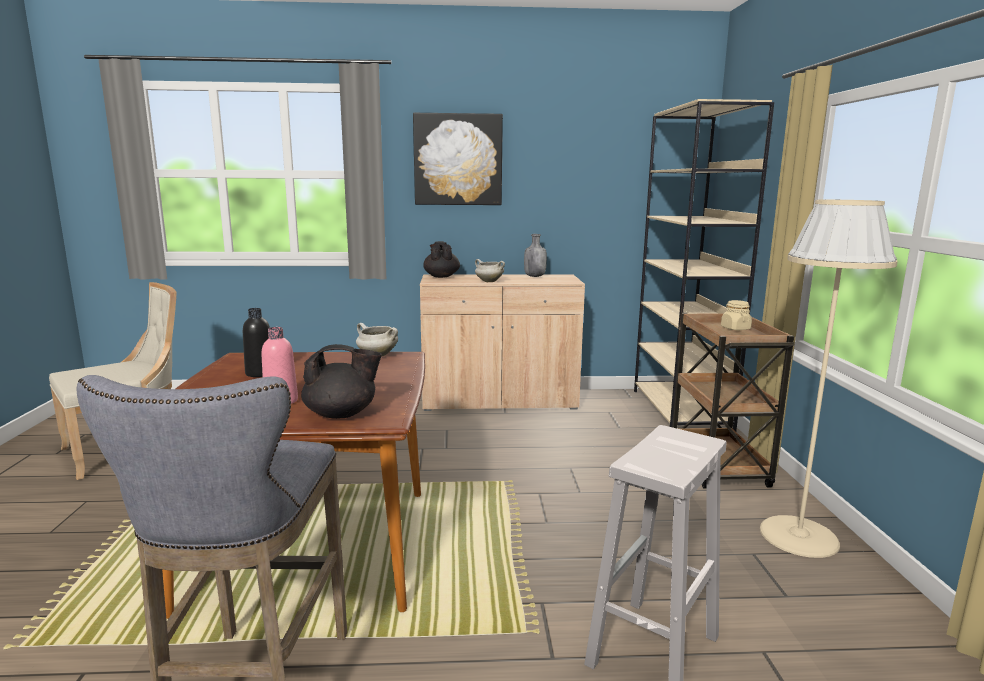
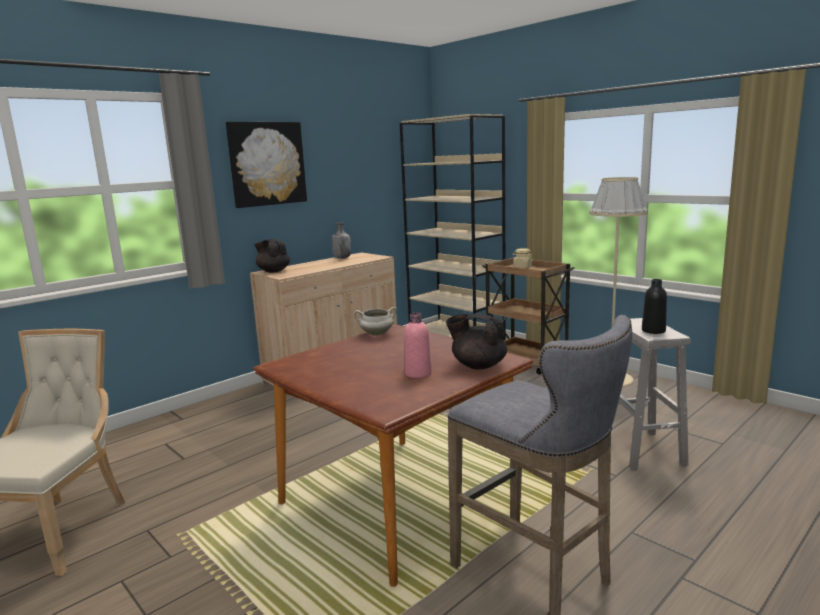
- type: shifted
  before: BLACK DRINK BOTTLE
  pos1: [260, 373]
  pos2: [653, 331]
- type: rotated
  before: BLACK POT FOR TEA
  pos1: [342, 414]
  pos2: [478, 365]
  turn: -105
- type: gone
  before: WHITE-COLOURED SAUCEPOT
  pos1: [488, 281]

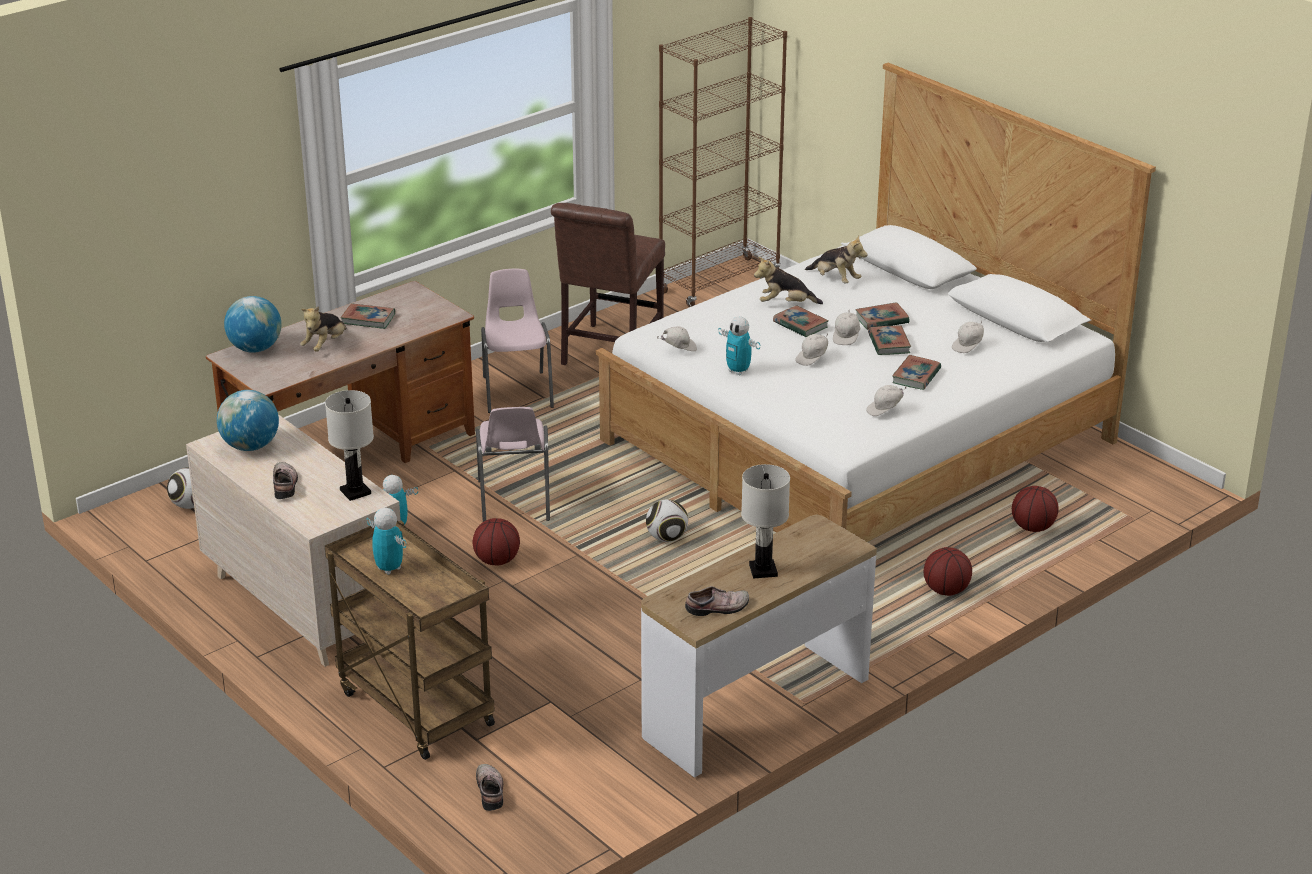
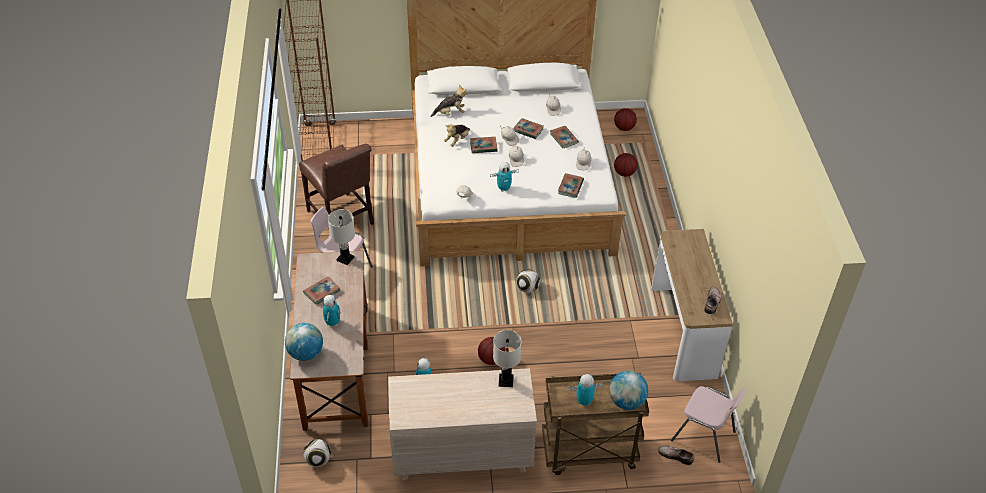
- type: shifted
  before: GLOBE
  pos1: [250, 446]
  pos2: [626, 401]
- type: gone
  before: LOW SHOE
  pos1: [286, 485]
- type: swapped
  before: CUDDLY TOY
  after: TOY ROBOT
  pos1: [325, 345]
  pos2: [332, 322]
- type: shifted
  before: PINK UPRIGHT CHAIR
  pos1: [514, 501]
  pos2: [704, 436]
- type: shifted
  before: WHITE-COLOURED TABLETOP LAMP
  pos1: [763, 570]
  pos2: [345, 258]
- type: shifted
  before: BOOK
  pos1: [881, 320]
  pos2: [570, 187]
- type: shifted
  before: BASKETBALL
  pos1: [946, 591]
  pos2: [624, 128]

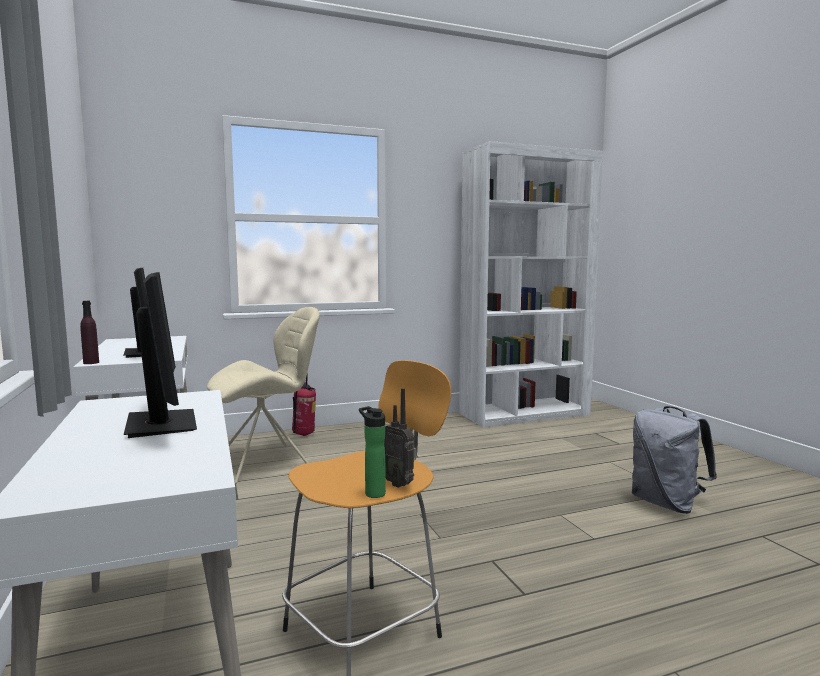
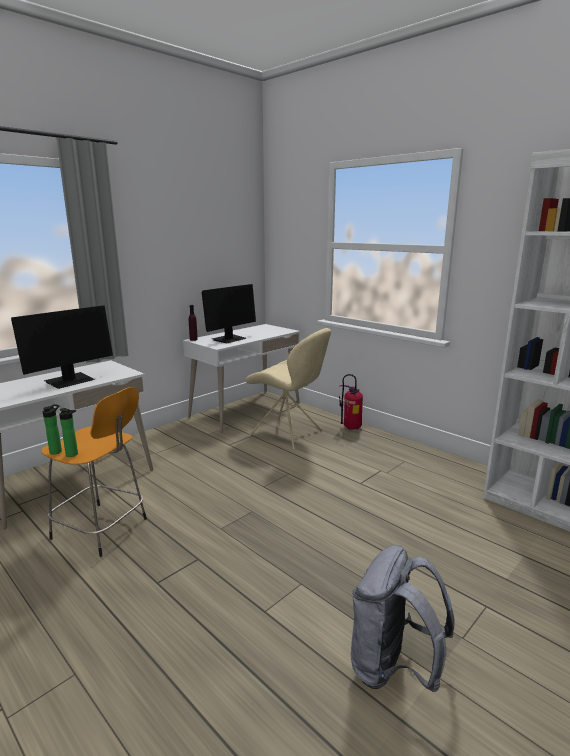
- type: swapped
  before: RADIO SET
  after: DRINK BOTTLE
  pos1: [399, 483]
  pos2: [73, 455]

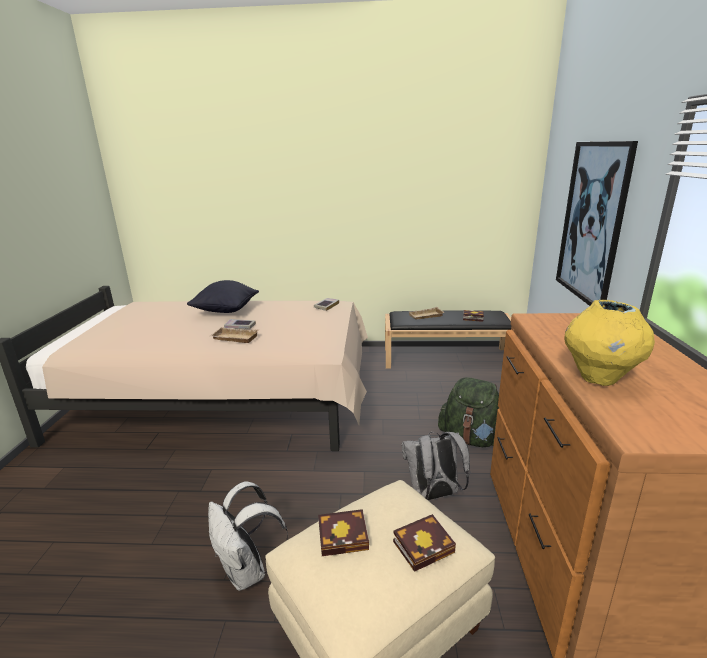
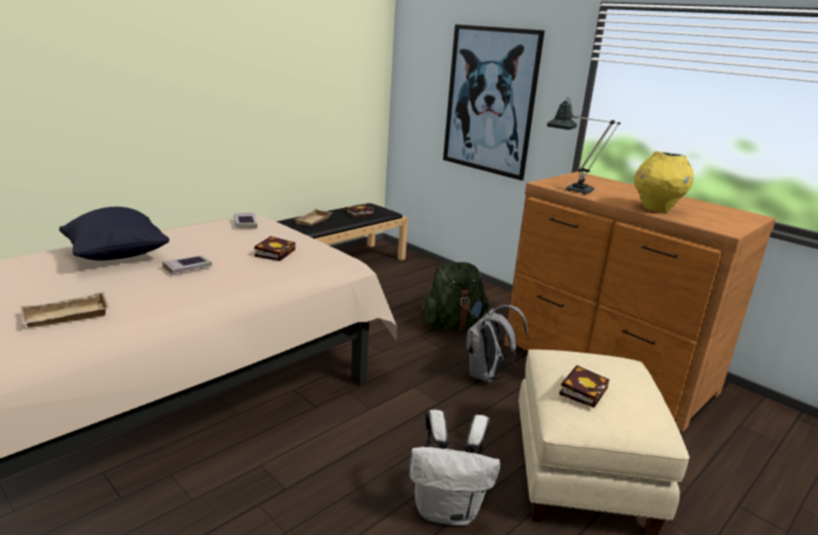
- type: shifted
  before: BEIGE-COLOURED TRAY
  pos1: [233, 338]
  pos2: [65, 317]
- type: shifted
  before: BOOK
  pos1: [425, 545]
  pos2: [275, 252]
- type: new
  after: TABLETOP LAMP
  pos2: [572, 189]

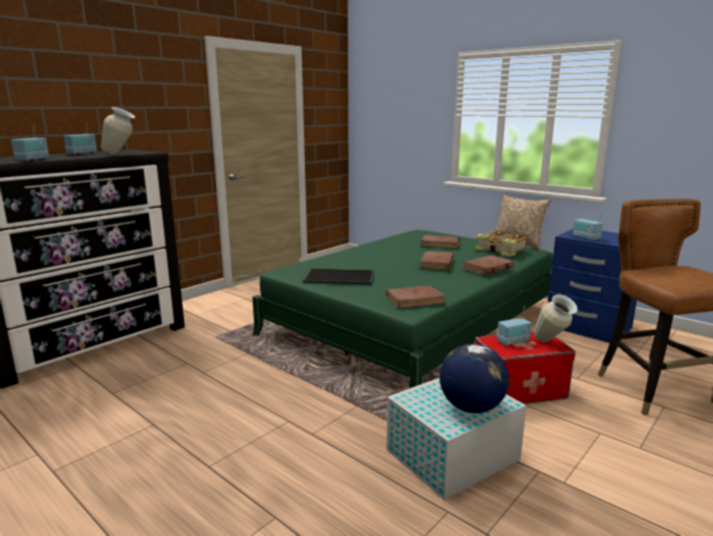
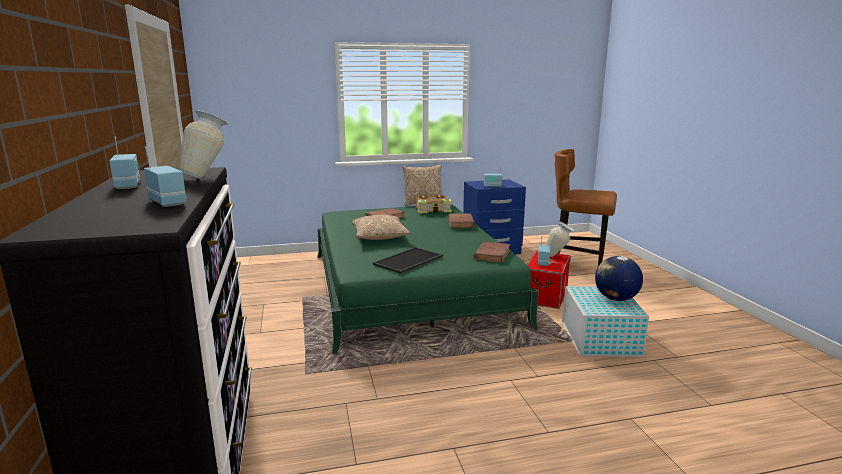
- type: gone
  before: BROWNISH BOOK
  pos1: [436, 263]
- type: new
  after: PILLOW
  pos2: [379, 237]

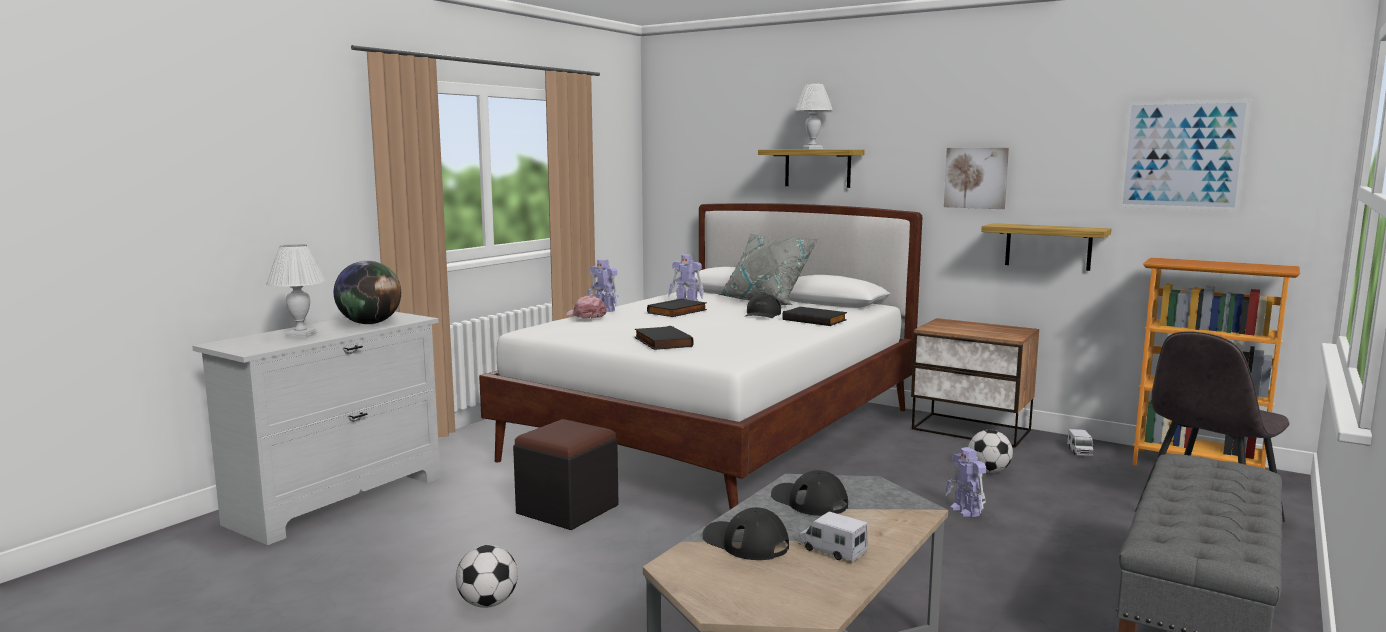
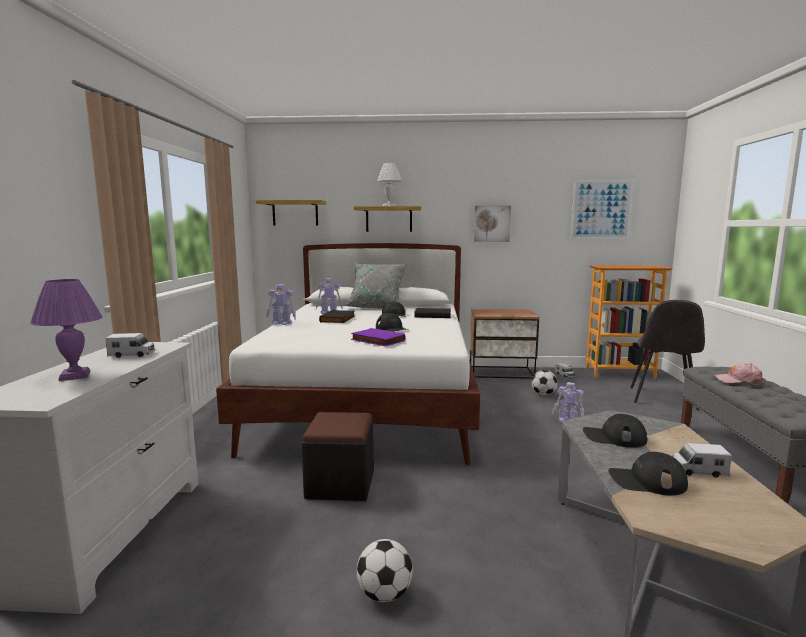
- type: repainted
  before: WHITE-COLOURED TABLETOP LAMP
  after: PURPLISH TABLETOP LAMP
  pos1: [300, 335]
  pos2: [74, 376]
- type: swapped
  before: GLOBE
  after: TOY TRUCK
  pos1: [370, 323]
  pos2: [132, 355]
- type: shifted
  before: PINK PEAKED CAP
  pos1: [586, 315]
  pos2: [739, 380]
- type: repainted
  before: BLACK BOOK
  after: PURPLISH BOOK
  pos1: [661, 342]
  pos2: [376, 340]
- type: shifted
  before: SHELF
  pos1: [1048, 246]
  pos2: [295, 213]
- type: new
  after: BLACK PEAKED CAP
  pos2: [391, 329]

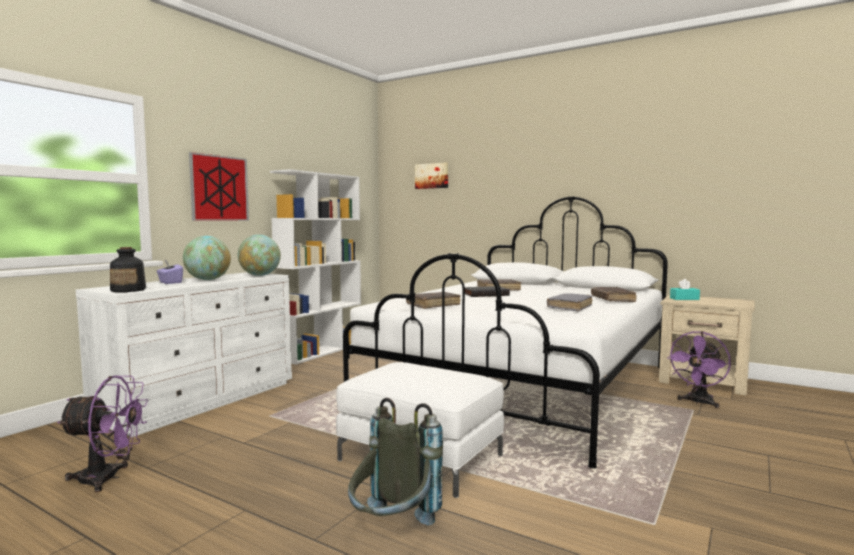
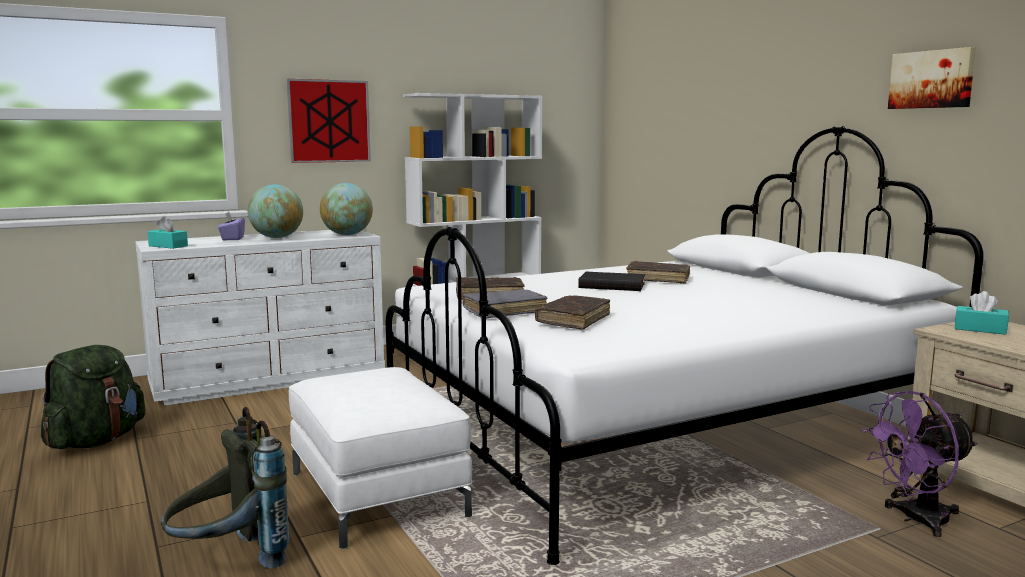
- type: swapped
  before: PURPLISH FAN
  after: GREEN-COLOURED BACKPACK
  pos1: [108, 478]
  pos2: [96, 441]
- type: swapped
  before: DRINK BOTTLE
  after: TURQUOISE TISSUE HOLDER
  pos1: [129, 290]
  pos2: [168, 246]
- type: shifted
  before: PICTURE
  pos1: [432, 176]
  pos2: [932, 79]
- type: shifted
  before: GREYISH BOOK
  pos1: [570, 307]
  pos2: [504, 311]
- type: shifted
  before: BROWNISH BOOK
  pos1: [612, 299]
  pos2: [573, 320]

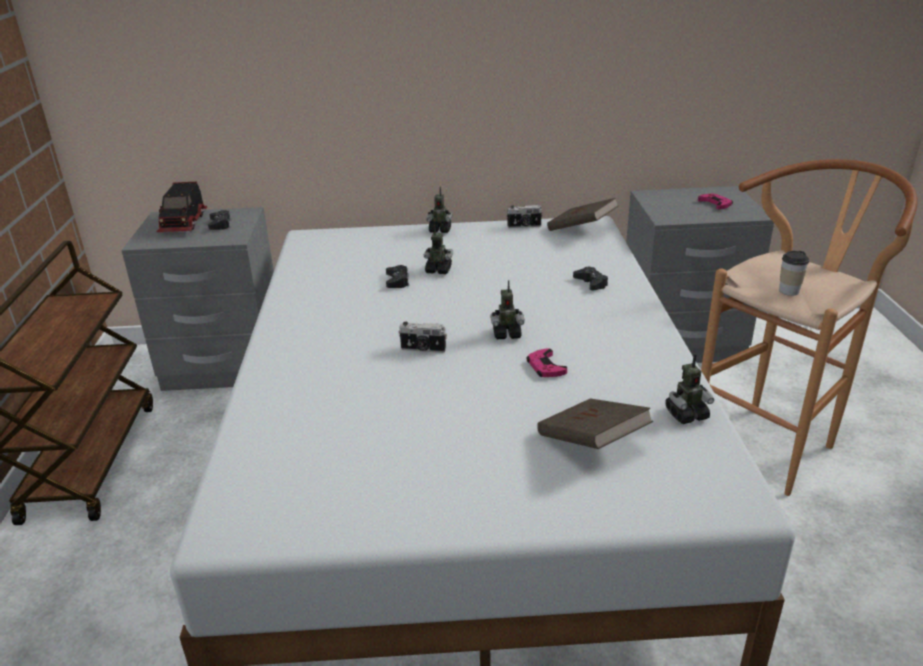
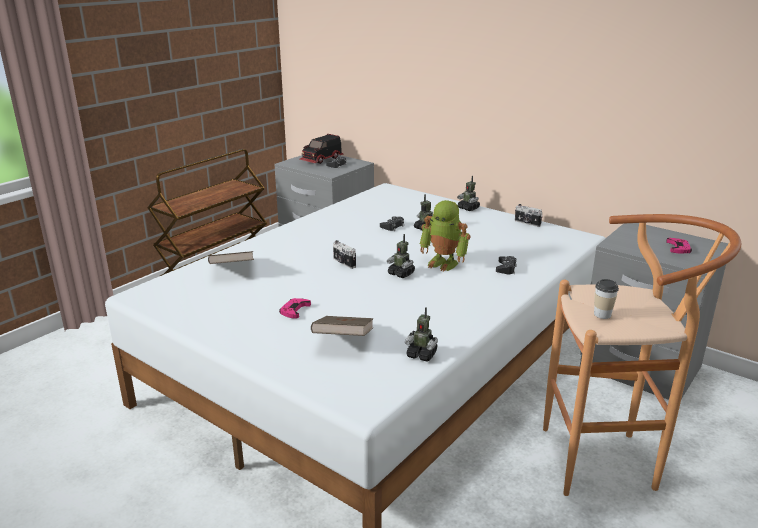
- type: shifted
  before: PINK GAMEPAD
  pos1: [545, 367]
  pos2: [294, 310]
- type: shifted
  before: BROWNISH BOOK
  pos1: [581, 229]
  pos2: [233, 270]
- type: new
  after: TOY ROBOT
  pos2: [444, 263]

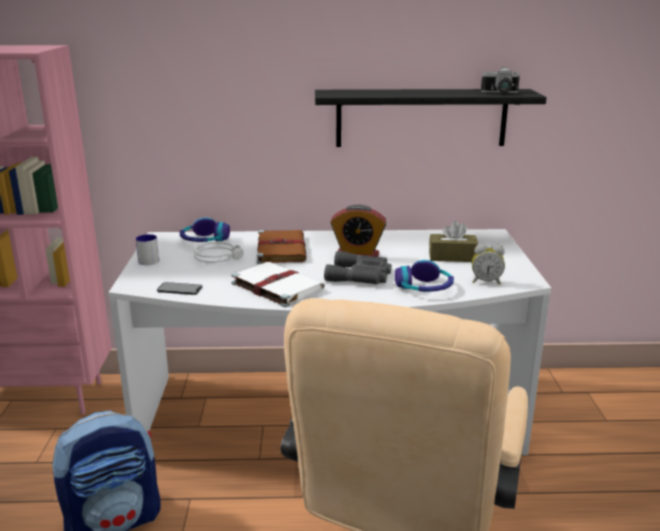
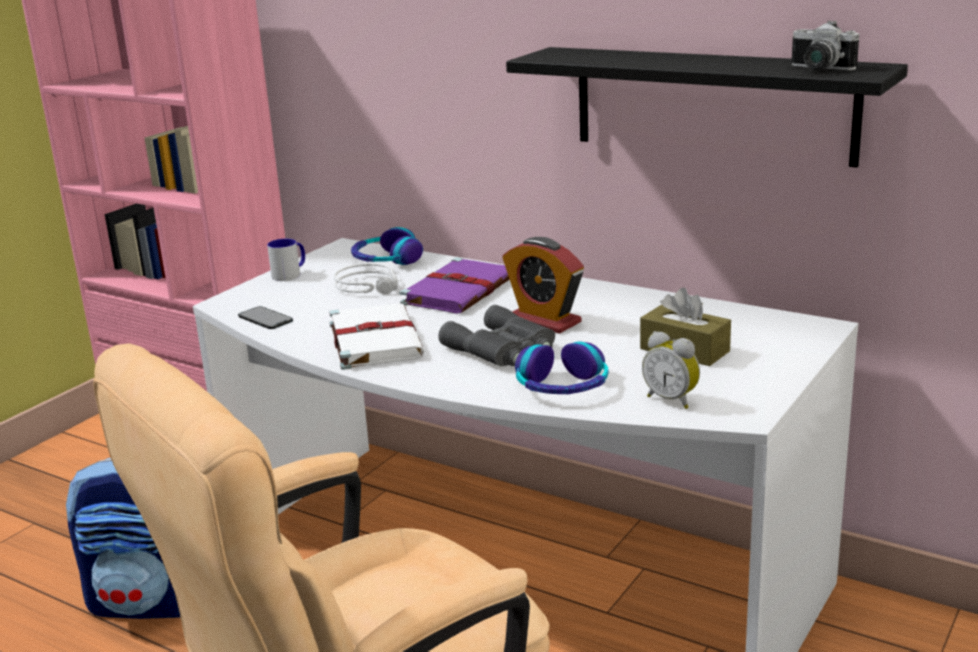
- type: repainted
  before: BROWNISH BOOK
  after: PURPLISH BOOK
  pos1: [281, 249]
  pos2: [460, 290]

